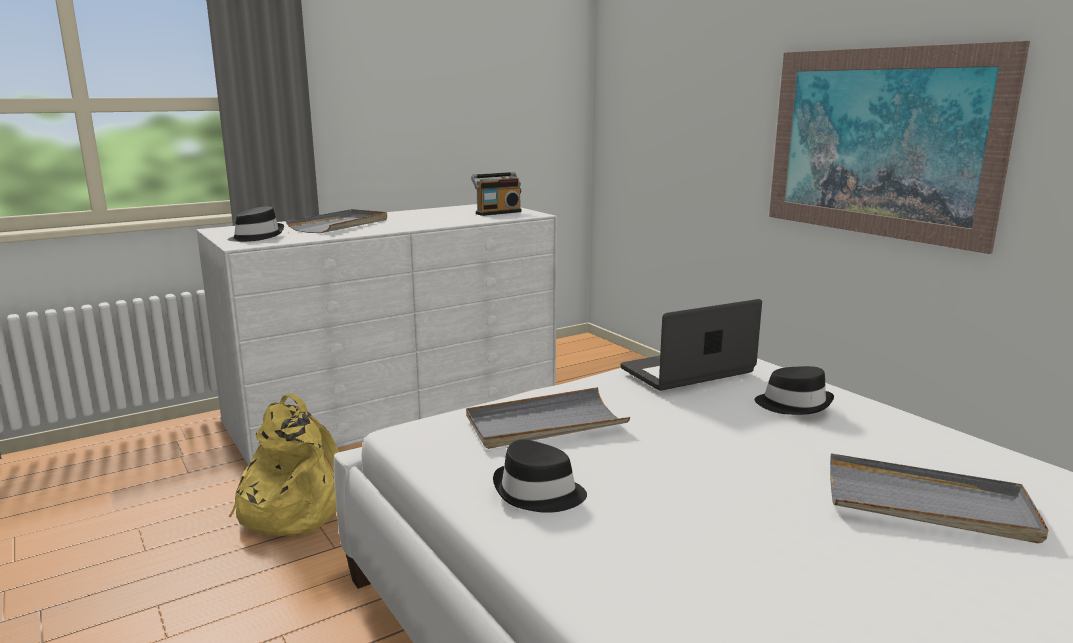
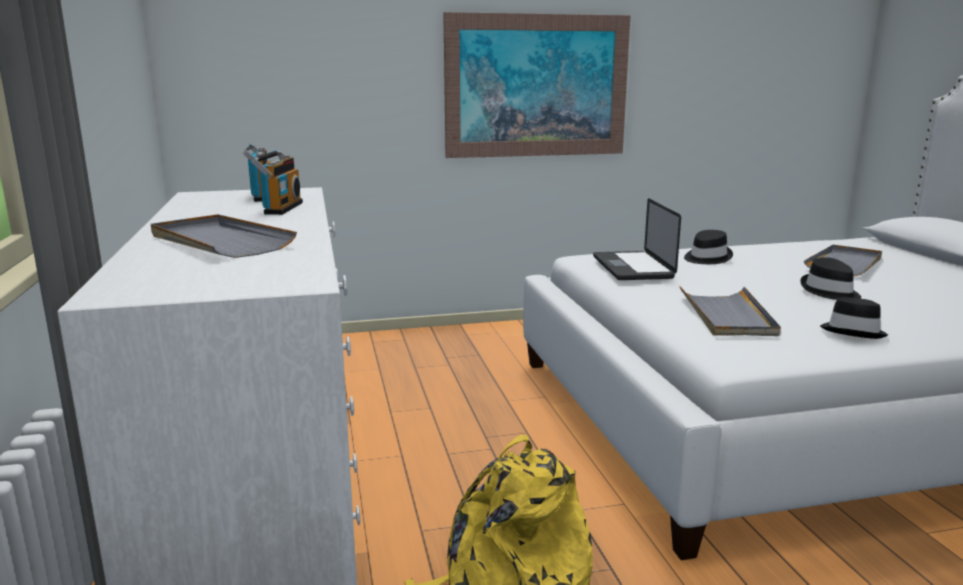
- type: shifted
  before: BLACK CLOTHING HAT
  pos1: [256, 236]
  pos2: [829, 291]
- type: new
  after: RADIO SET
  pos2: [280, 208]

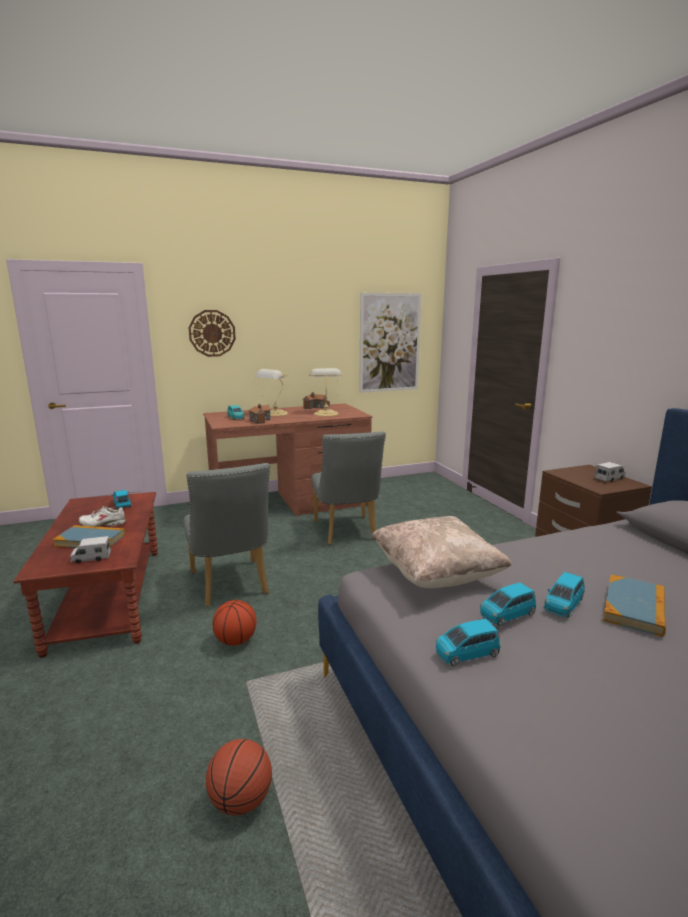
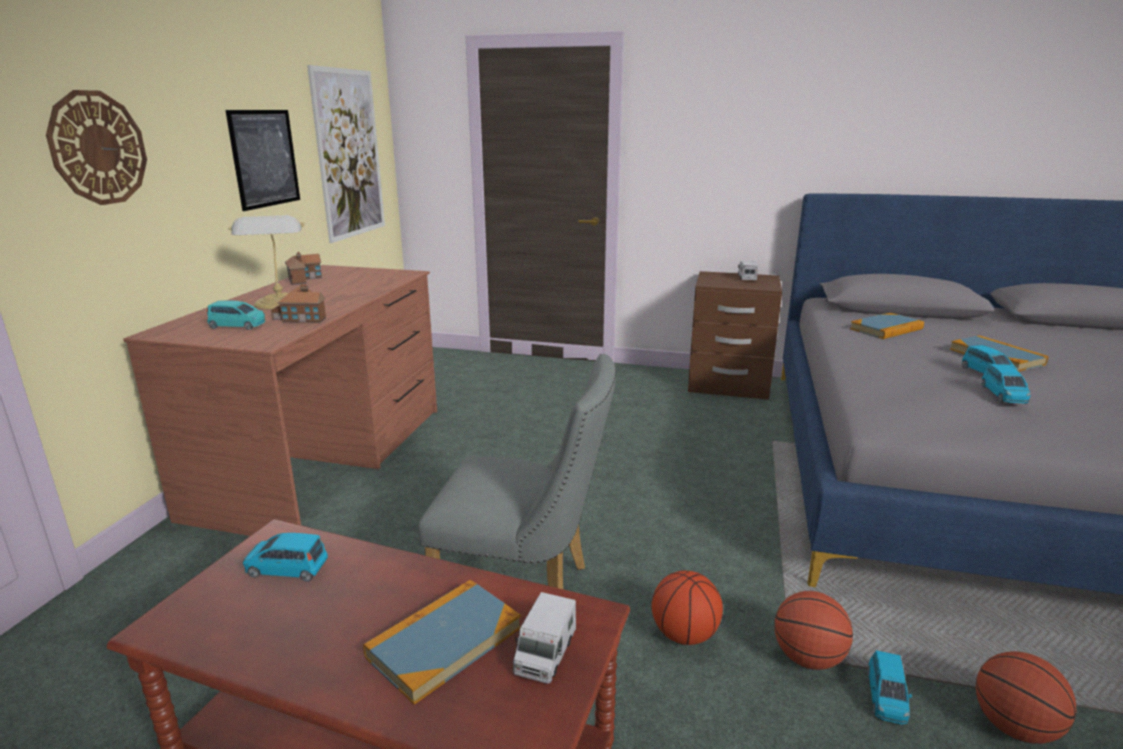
- type: gone
  before: WHITE-COLOURED LOW SHOE
  pos1: [103, 524]
- type: gone
  before: TABLETOP LAMP
  pos1: [326, 413]
- type: gone
  before: GREYISH UPRIGHT CHAIR
  pos1: [346, 532]
- type: gone
  before: BEIGE-COLOURED PILLOW
  pos1: [436, 575]
- type: shifted
  before: BLUE MODEL CAR
  pos1: [467, 653]
  pos2: [886, 697]
- type: new
  after: PICTURE
  pos2: [264, 158]
- type: new
  after: BASKETBALL
  pos2: [808, 658]
- type: new
  after: BOOK
  pos2: [886, 329]

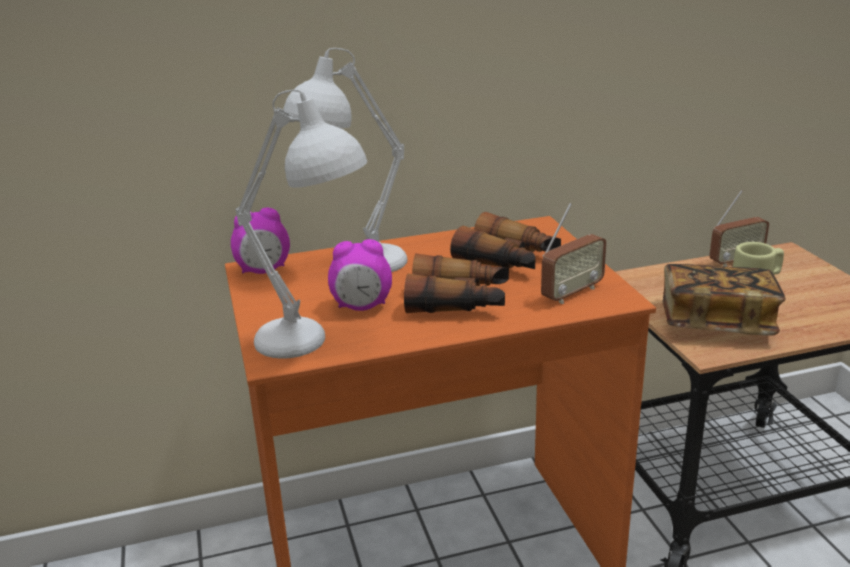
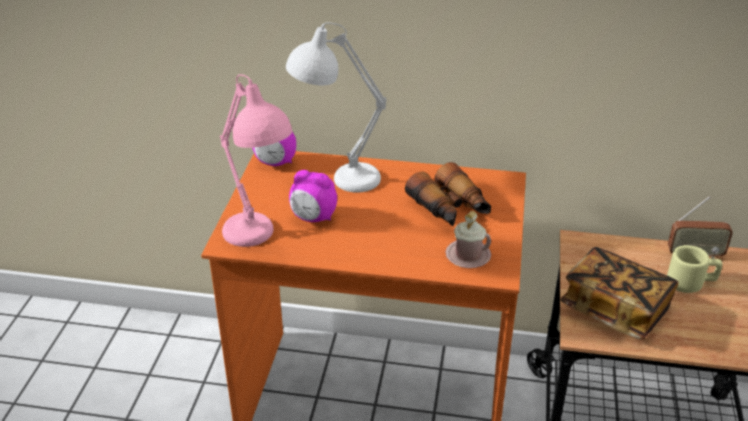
- type: repainted
  before: WHITE-COLOURED TABLETOP LAMP
  after: PINK TABLETOP LAMP
  pos1: [315, 346]
  pos2: [259, 241]
- type: gone
  before: BINOCULARS
  pos1: [459, 301]
- type: swapped
  before: RADIO SET
  after: PINK MUG
  pos1: [572, 293]
  pos2: [468, 255]

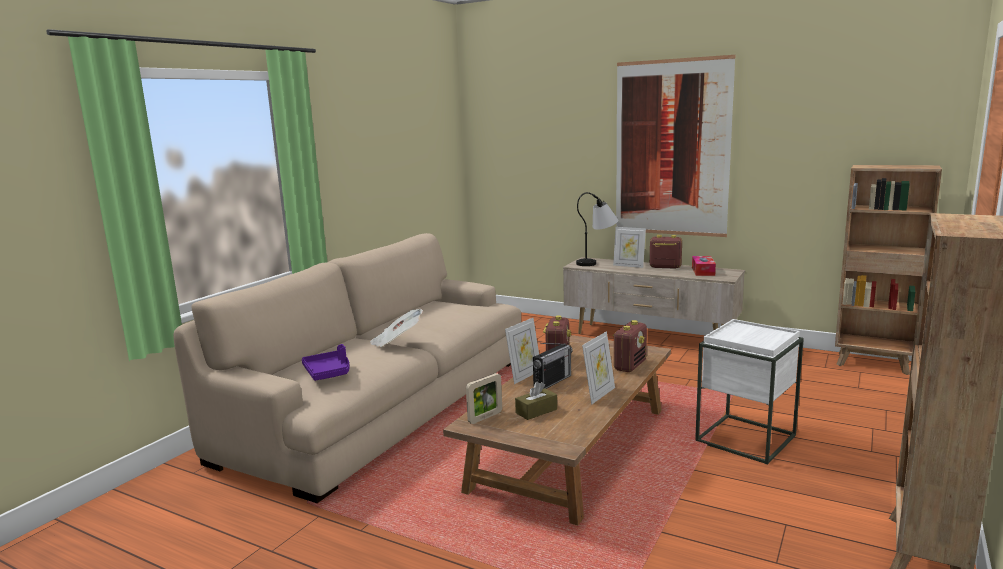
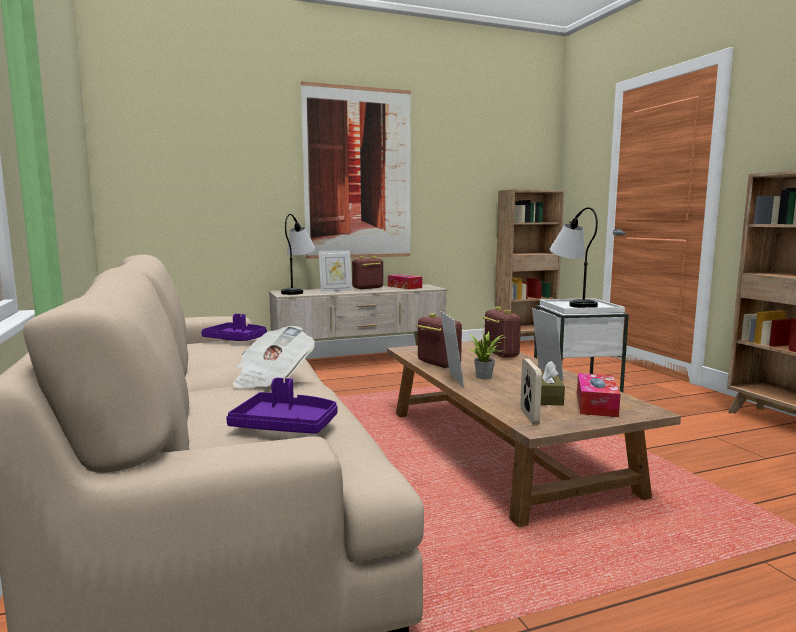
- type: swapped
  before: RADIO SET
  after: POTTED PLANT
  pos1: [552, 381]
  pos2: [486, 377]
- type: new
  after: PURPLISH TRAY
  pos2: [237, 340]
- type: new
  after: TABLETOP LAMP
  pos2: [572, 303]
- type: new
  after: TISSUE HOLDER
  pos2: [596, 404]

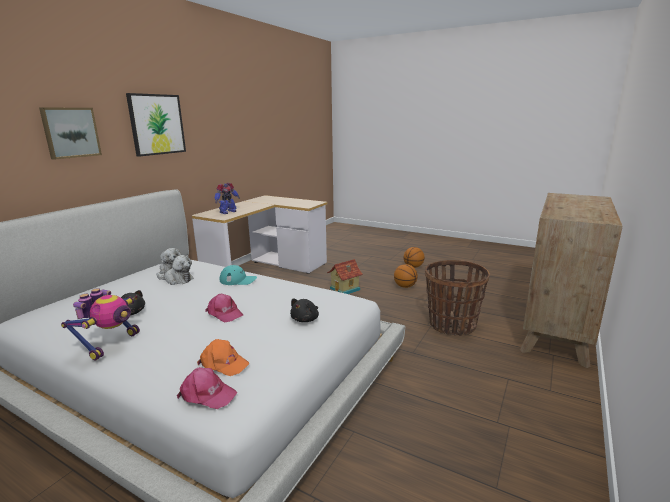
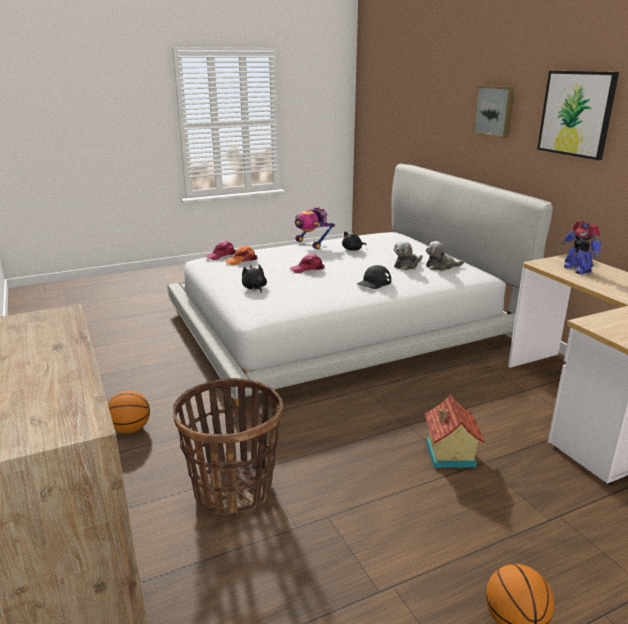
- type: repainted
  before: TURQUOISE PEAKED CAP
  after: BLACK PEAKED CAP
  pos1: [238, 280]
  pos2: [374, 282]
- type: shifted
  before: BASKETBALL
  pos1: [405, 286]
  pos2: [130, 429]

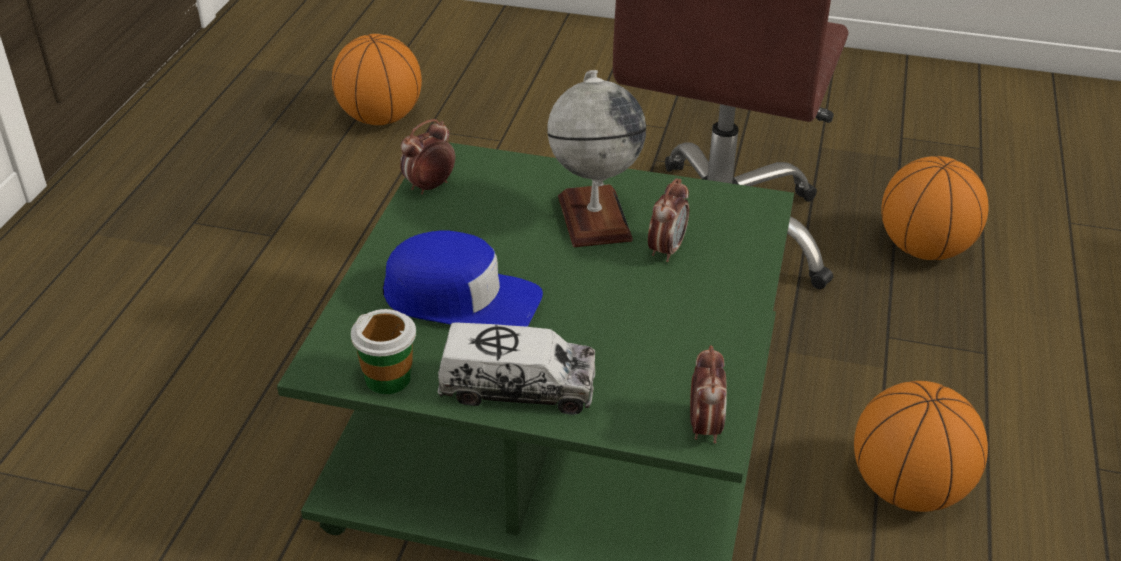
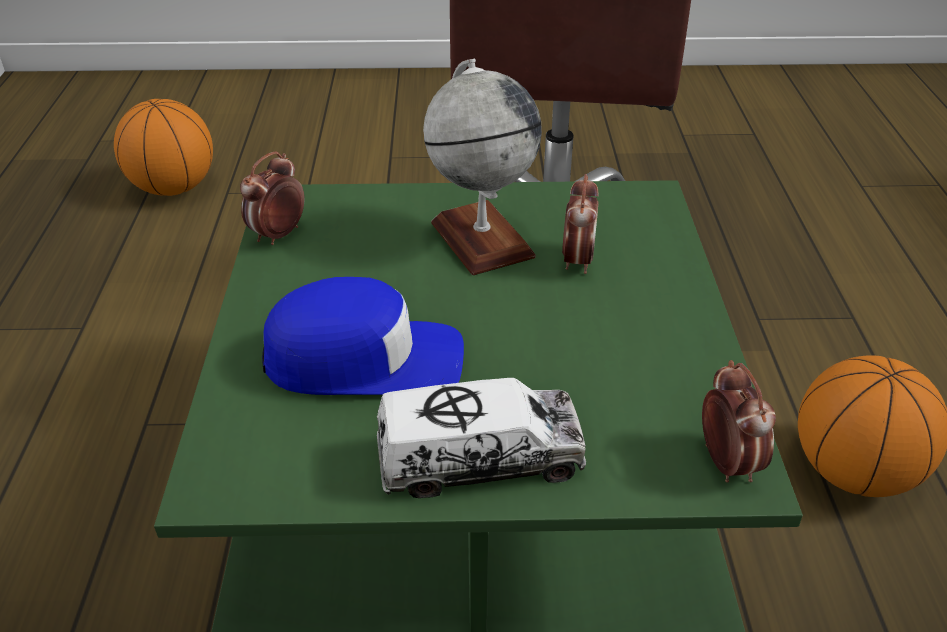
- type: gone
  before: CUP
  pos1: [388, 378]
- type: gone
  before: BASKETBALL
  pos1: [924, 249]

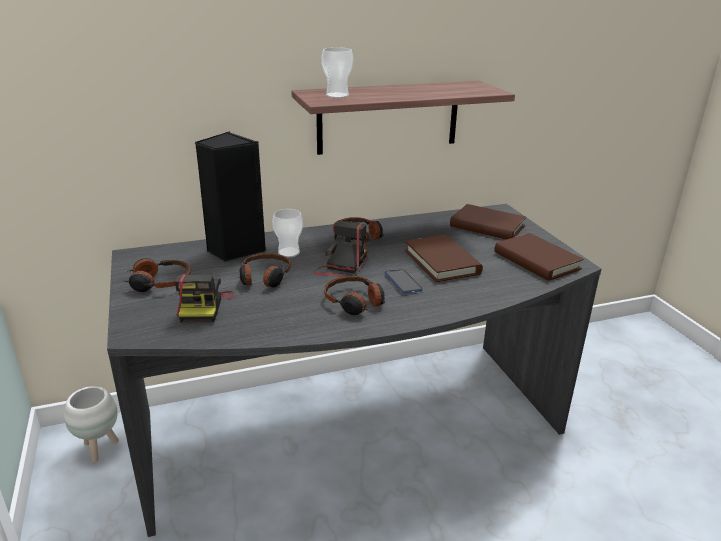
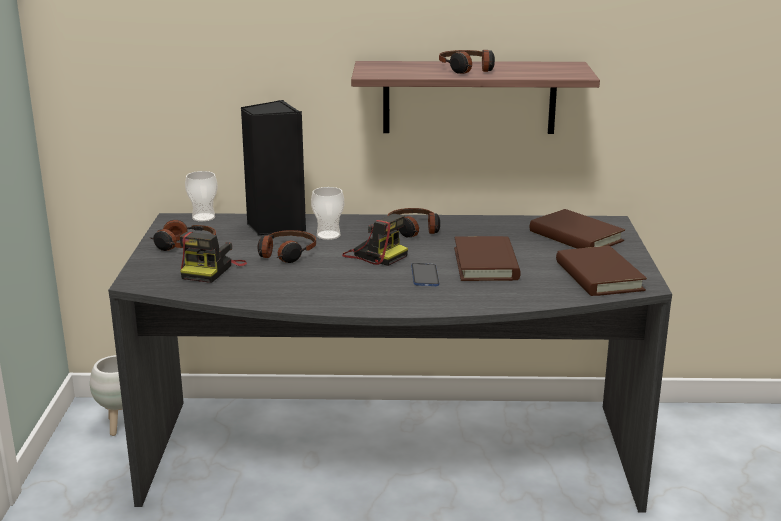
- type: rotated
  before: PHOTO CAMERA
  pos1: [343, 266]
  pos2: [374, 254]
  turn: 90
- type: shifted
  before: CUP
  pos1: [337, 95]
  pos2: [203, 217]
- type: shifted
  before: PAIR OF HEADPHONES
  pos1: [355, 302]
  pos2: [467, 69]

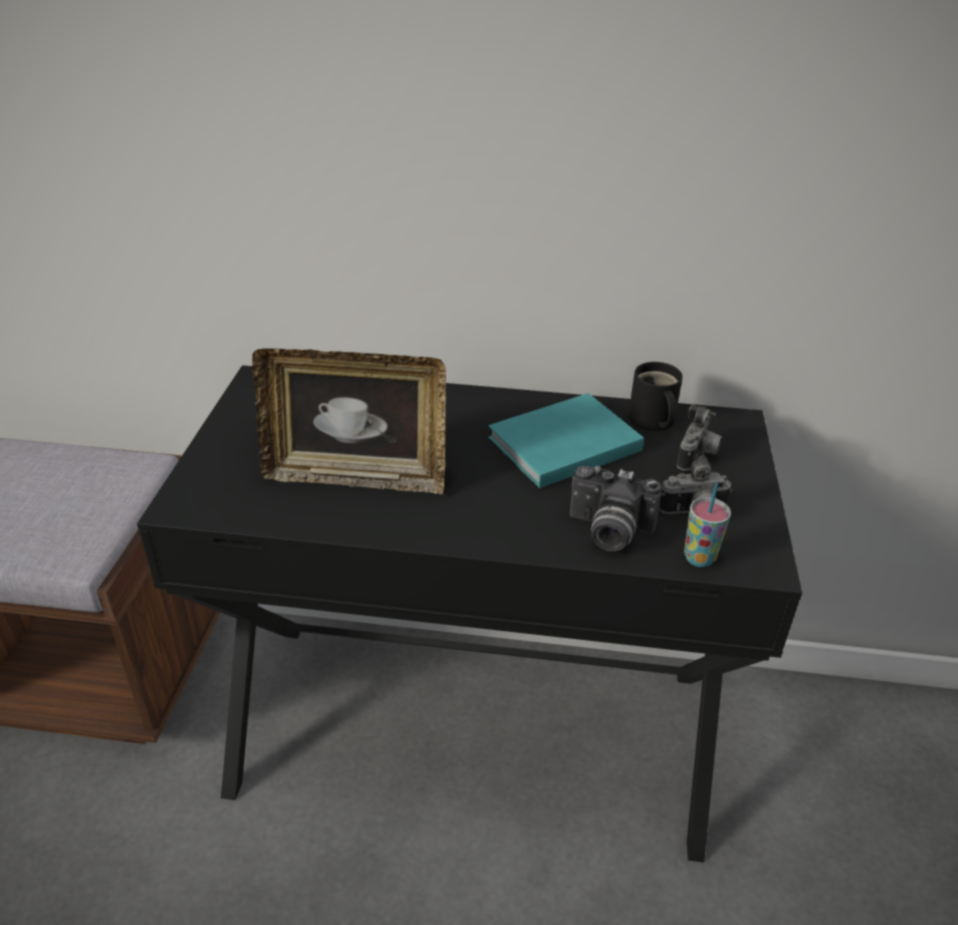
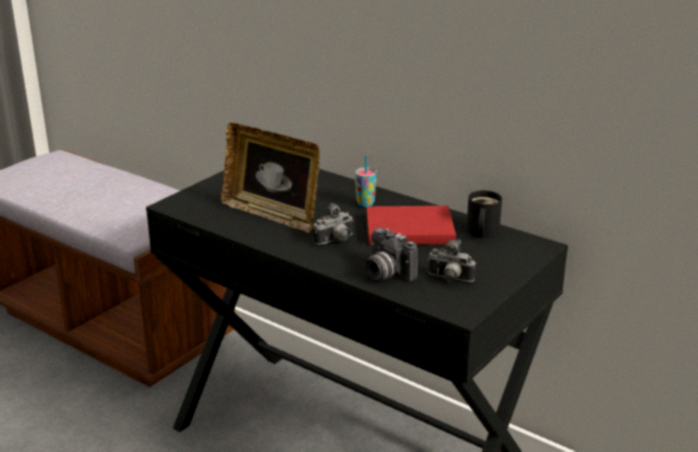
- type: repainted
  before: TURQUOISE BOOK
  after: RED BOOK
  pos1: [560, 444]
  pos2: [407, 229]
- type: shifted
  before: PHOTO CAMERA
  pos1: [697, 456]
  pos2: [335, 241]
- type: shifted
  before: CUP
  pos1: [699, 558]
  pos2: [365, 204]

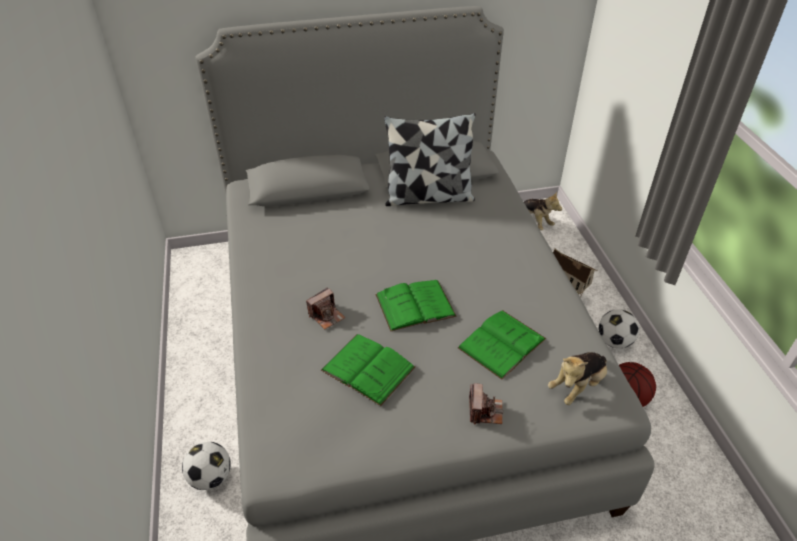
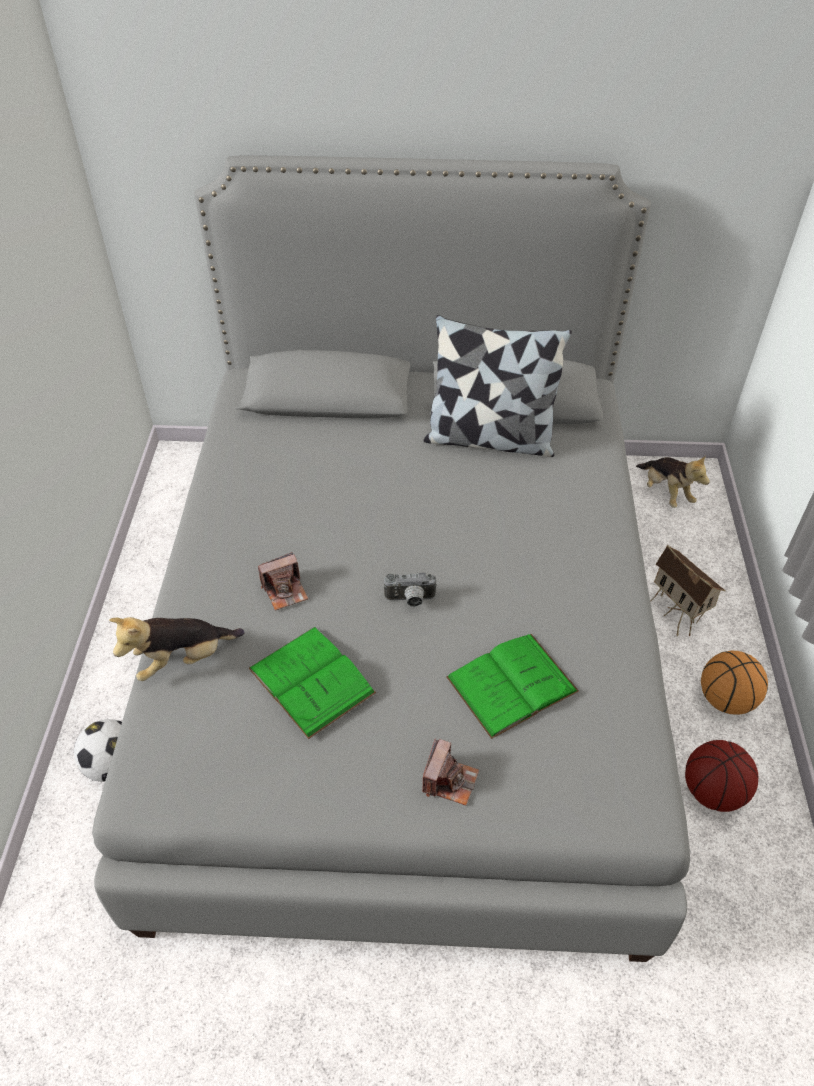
- type: swapped
  before: GREEN-COLOURED BOOK
  after: PHOTO CAMERA
  pos1: [415, 305]
  pos2: [410, 600]
- type: shifted
  before: CUDDLY TOY
  pos1: [577, 386]
  pos2: [183, 660]
- type: swapped
  before: FOOTBALL
  after: BASKETBALL
  pos1: [614, 341]
  pos2: [726, 700]

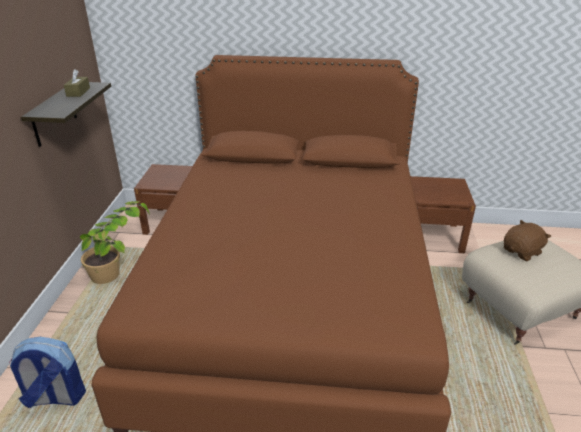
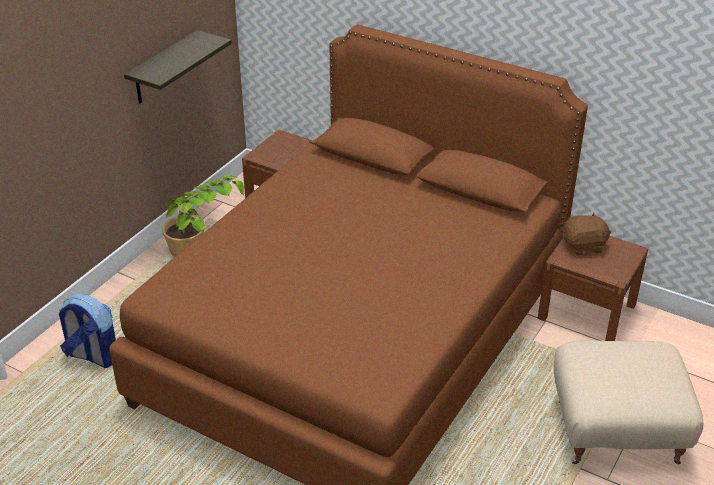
- type: gone
  before: BROWNISH TISSUE HOLDER
  pos1: [78, 92]
- type: shifted
  before: BROWNISH CUDDLY TOY
  pos1: [522, 252]
  pos2: [583, 246]

